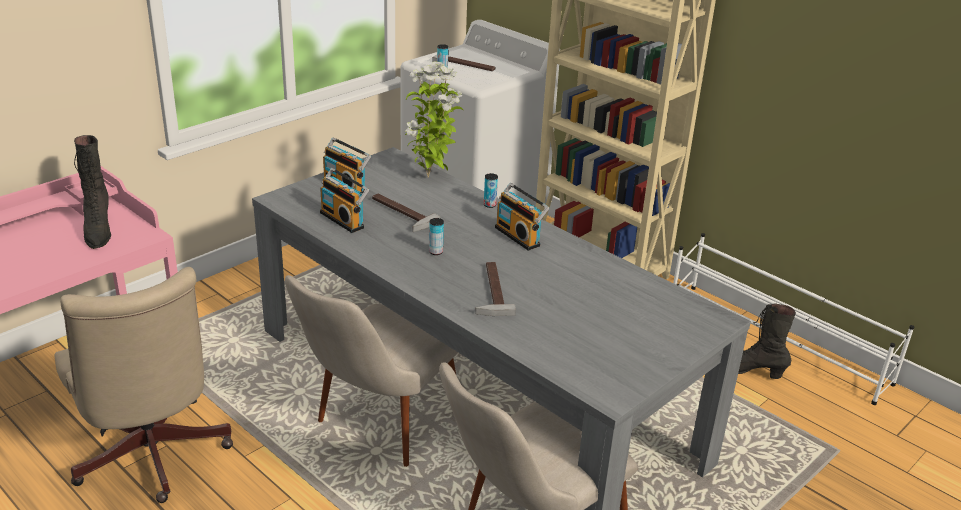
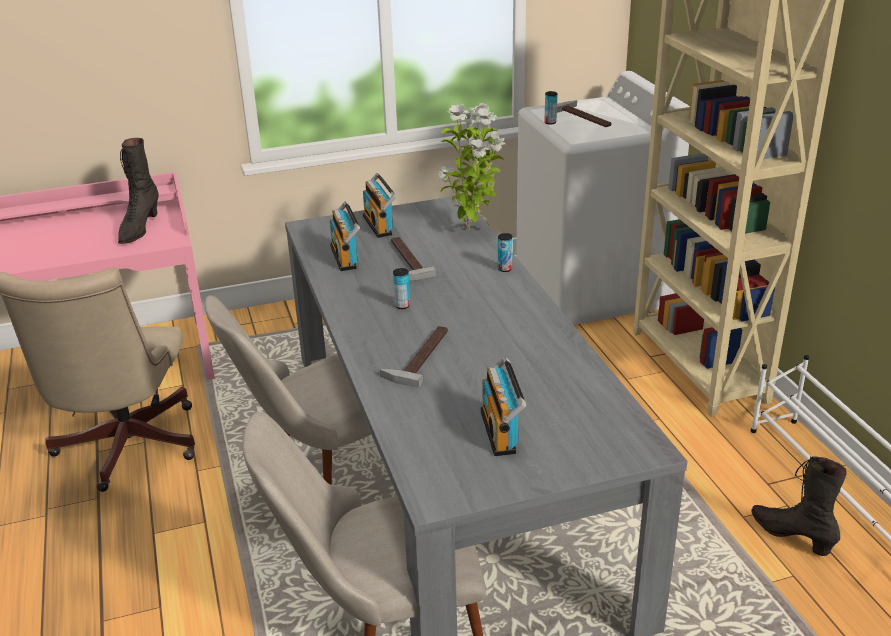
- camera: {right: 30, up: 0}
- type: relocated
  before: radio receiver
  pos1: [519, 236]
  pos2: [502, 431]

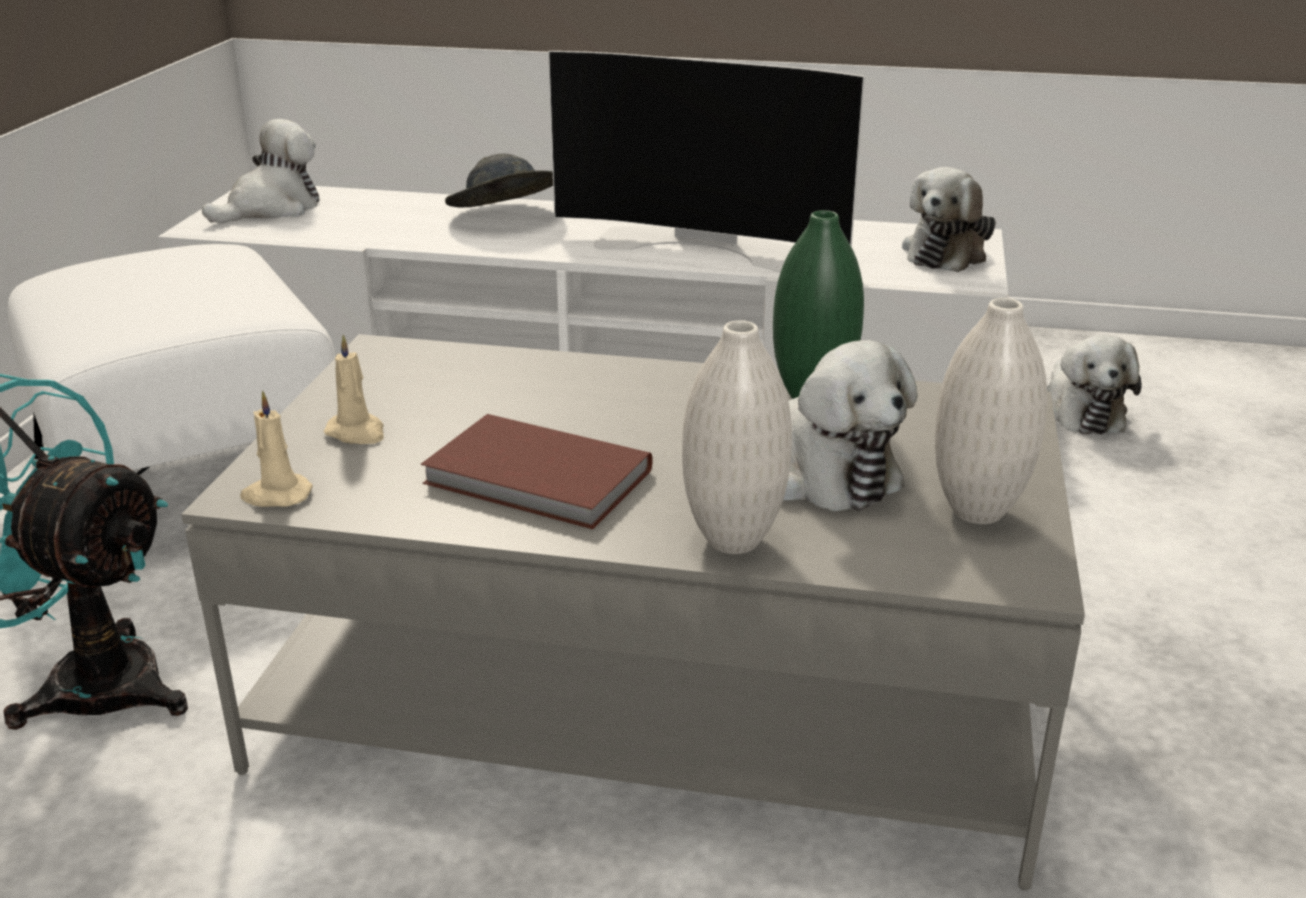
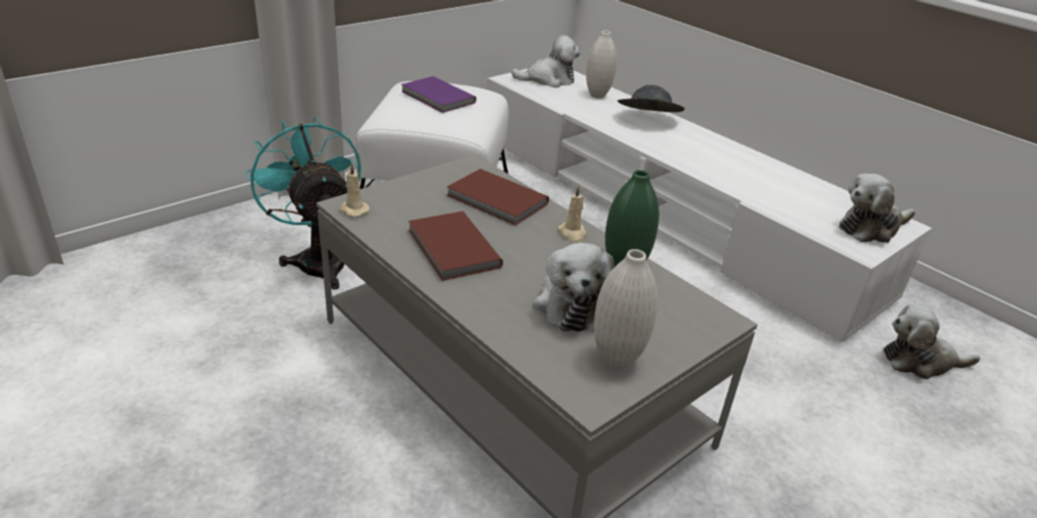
- camera: {right: 35, up: 5}
- type: missing
  before: TV set
  pos1: [705, 244]
- type: appeared
  after: purple-coloured bound book
  pos2: [437, 98]
- type: appeared
  after: brown-coloured bound book
  pos2: [496, 201]
- type: relocated
  before: beige candle
  pos1: [357, 433]
  pos2: [572, 233]
- type: relocated
  before: white-coloured decorative vase
  pos1: [733, 541]
  pos2: [597, 95]
- type: spun
  before: cuddly toy
  pos1: [1080, 411]
  pos2: [920, 361]
  turn: 60

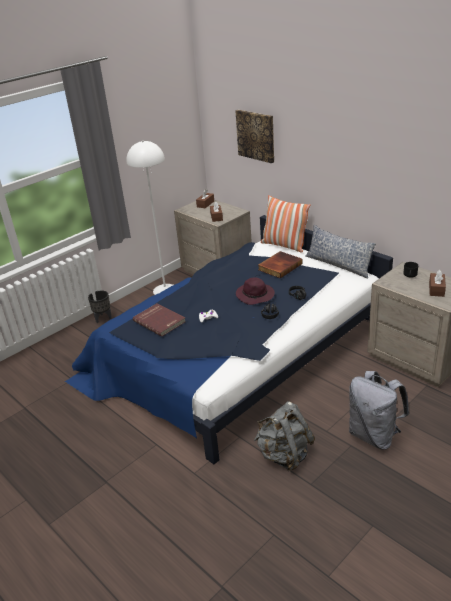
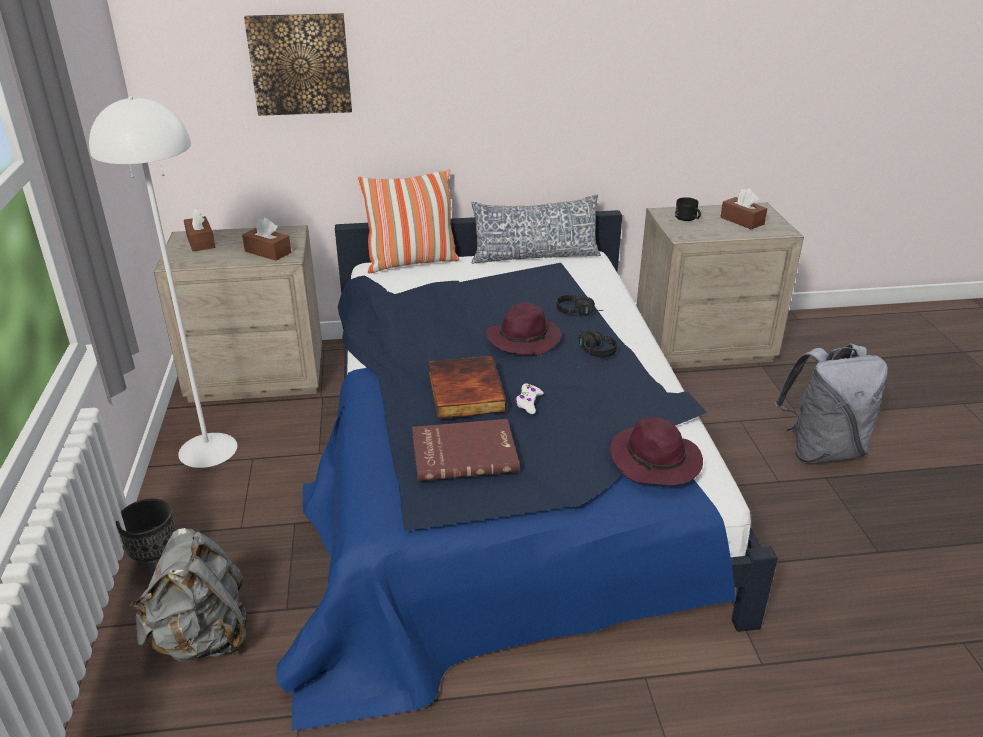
- camera: {right: -55, up: 0}
- type: appeared
  after: purple-coloured wearable hat
  pos2: [656, 461]
- type: relocated
  before: grey backpack
  pos1: [284, 455]
  pos2: [202, 638]
- type: relocated
  before: bound book
  pos1: [279, 266]
  pos2: [464, 391]

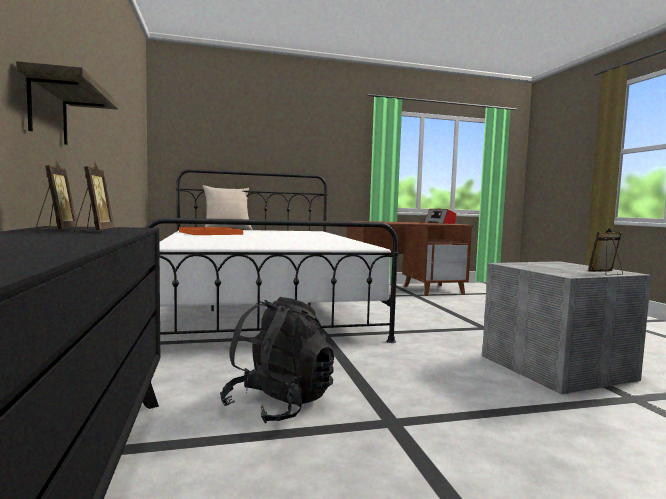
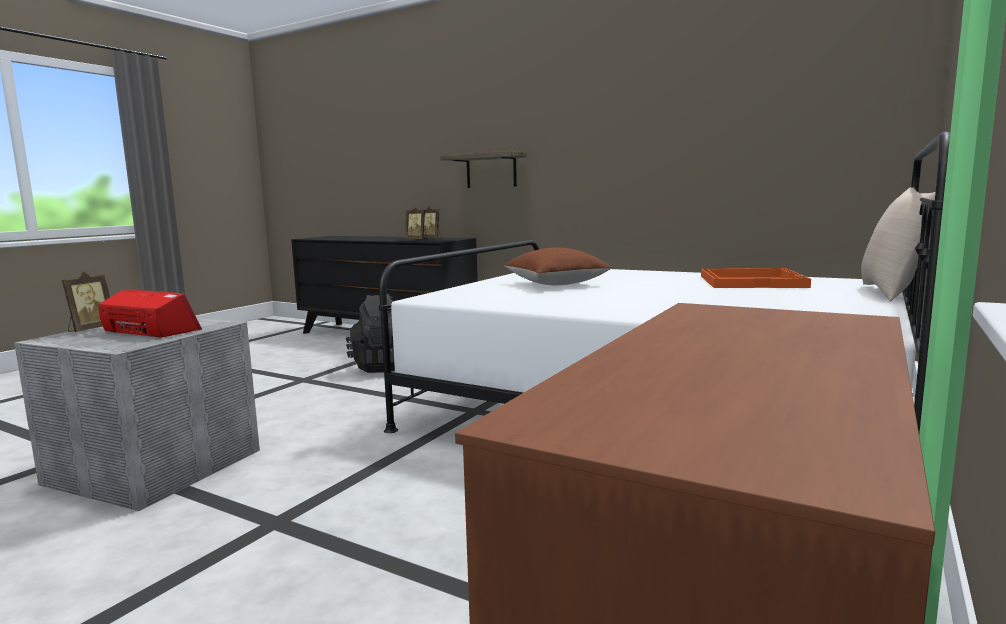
- camera: {right: 135, up: 5}
- type: appeared
  after: brown-coloured cushion
  pos2: [556, 284]
- type: relocated
  before: radio receiver
  pos1: [439, 223]
  pos2: [150, 331]

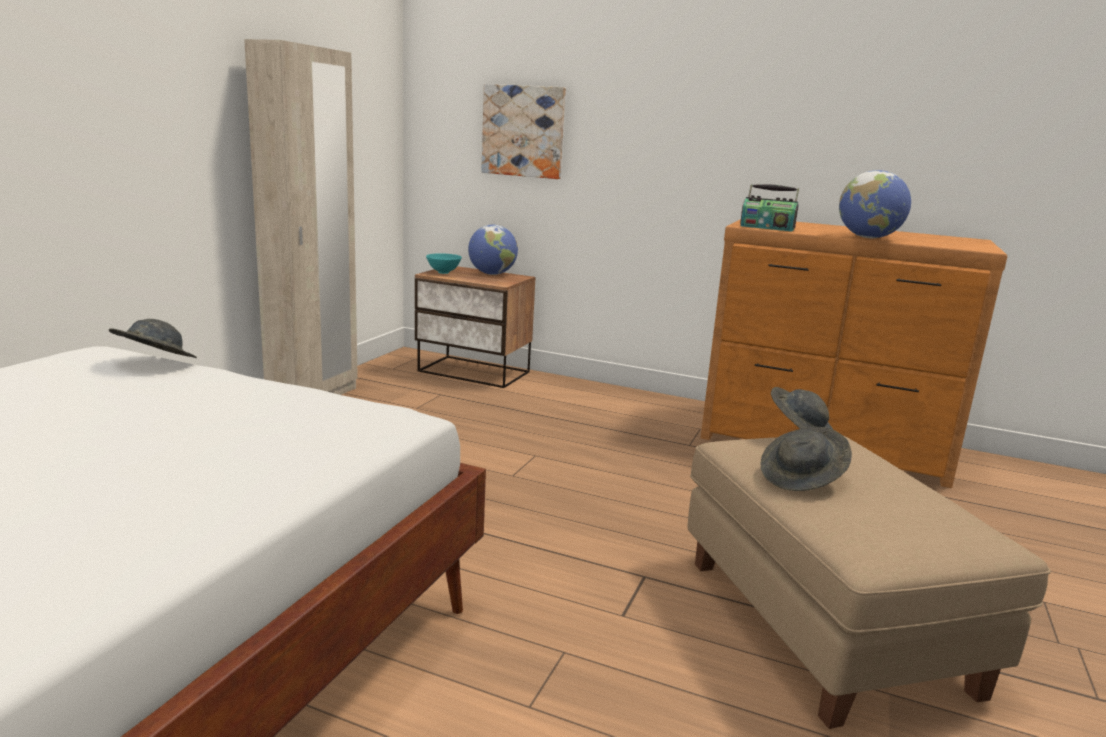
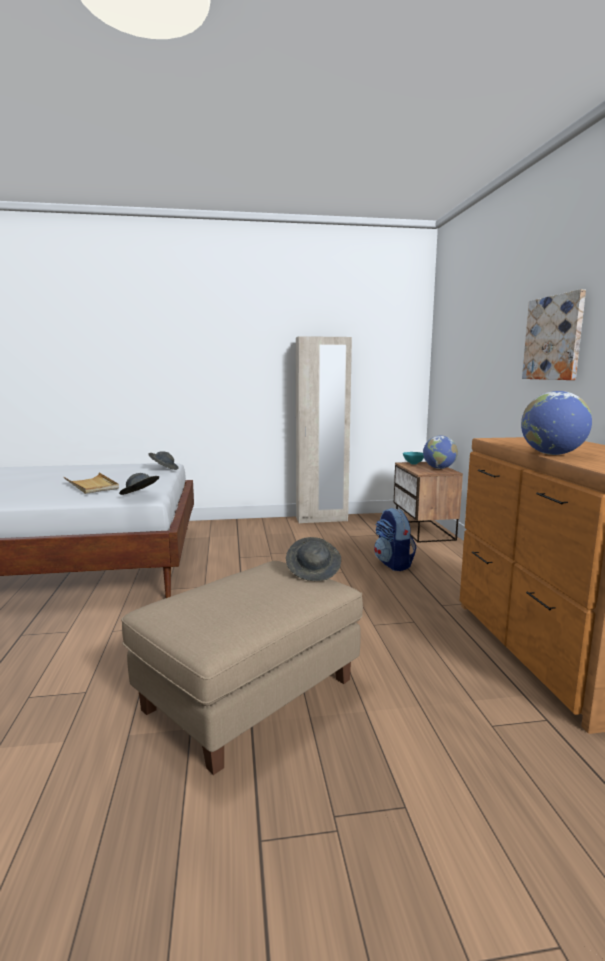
- camera: {right: 60, up: -5}
- type: missing
  before: radio receiver
  pos1: [767, 228]
- type: appeared
  after: beige carrying tray
  pos2: [92, 485]
- type: appeared
  after: backpack
  pos2: [393, 564]
- type: relocated
  before: picture
  pos1: [523, 131]
  pos2: [554, 338]
- type: relocated
  before: grey wearable hat
  pos1: [802, 478]
  pos2: [140, 495]

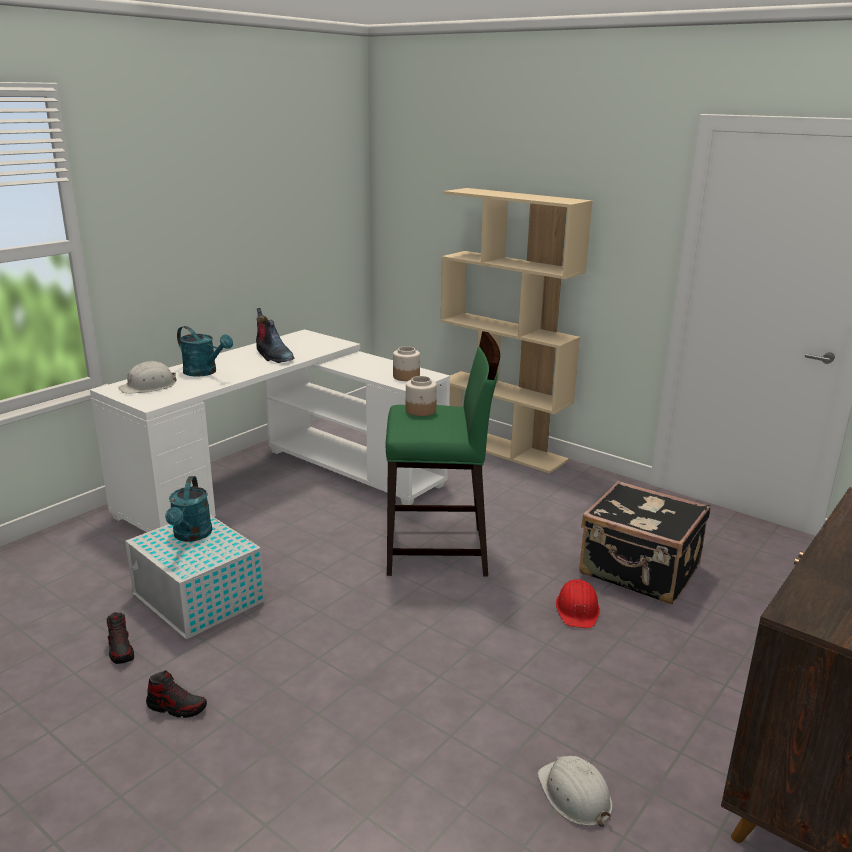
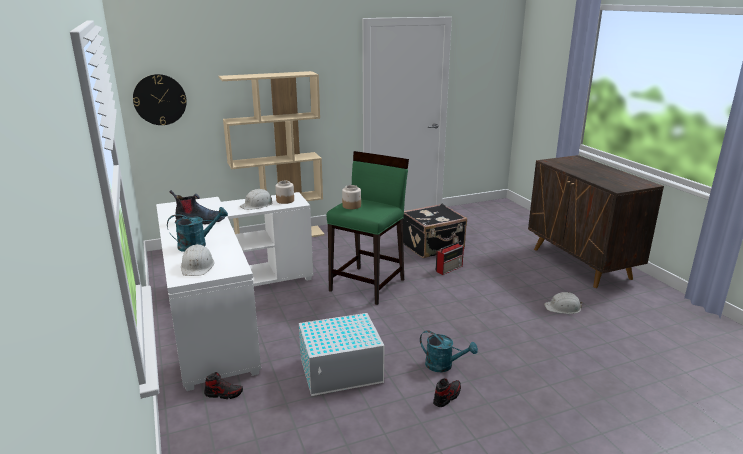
- camera: {right: -60, up: 0}
- type: appeared
  after: hanging clock
  pos2: [160, 99]
- type: appeared
  after: white-coloured hard hat
  pos2: [257, 205]
- type: relocated
  before: shoe
  pos1: [121, 650]
  pos2: [224, 393]
- type: relocated
  before: turquoise watering pot
  pos1: [191, 536]
  pos2: [444, 366]
- type: exchanged
  before: red hard hat
  after: radio receiver
  pos1: [577, 610]
  pos2: [449, 268]

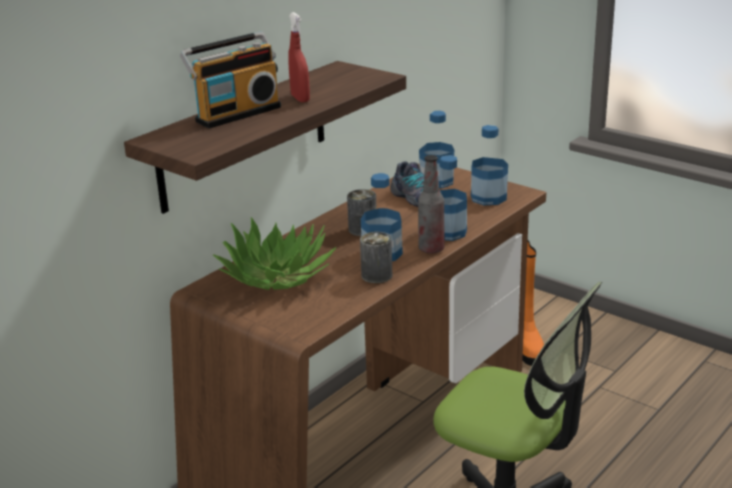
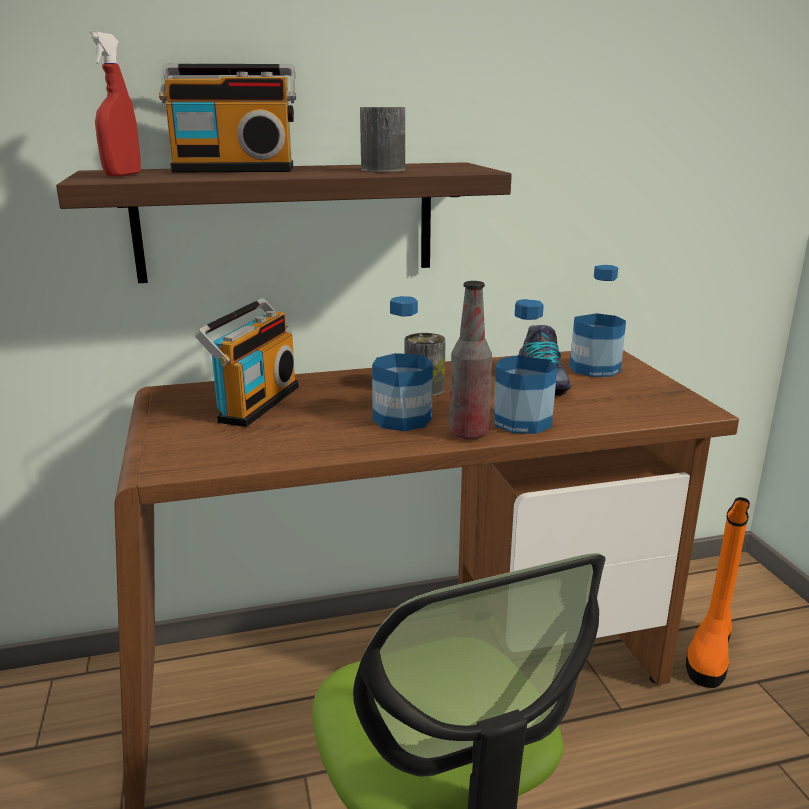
- camera: {right: 35, up: -5}
- type: missing
  before: bottle
  pos1: [488, 197]
- type: relocated
  before: red hand sprayer
  pos1: [300, 99]
  pos2: [123, 175]
- type: relocated
  before: can
  pos1: [376, 275]
  pos2: [383, 170]
- type: exchanged
  before: houseplant
  after: radio receiver
  pos1: [277, 275]
  pos2: [255, 403]

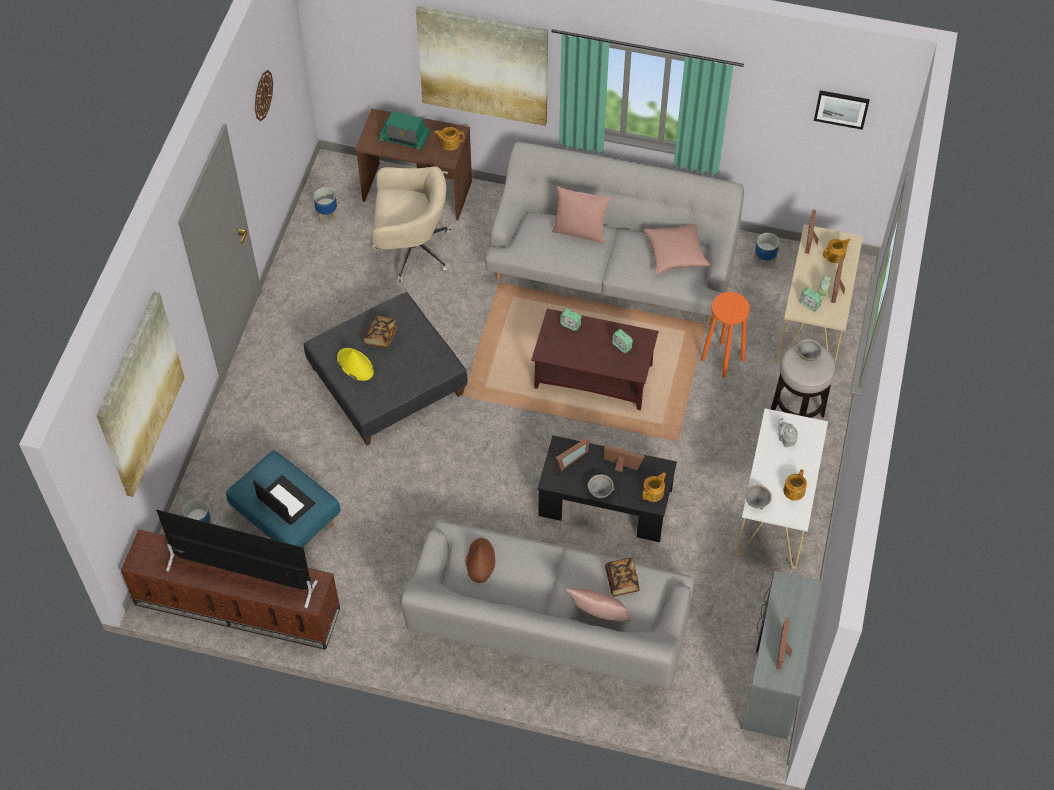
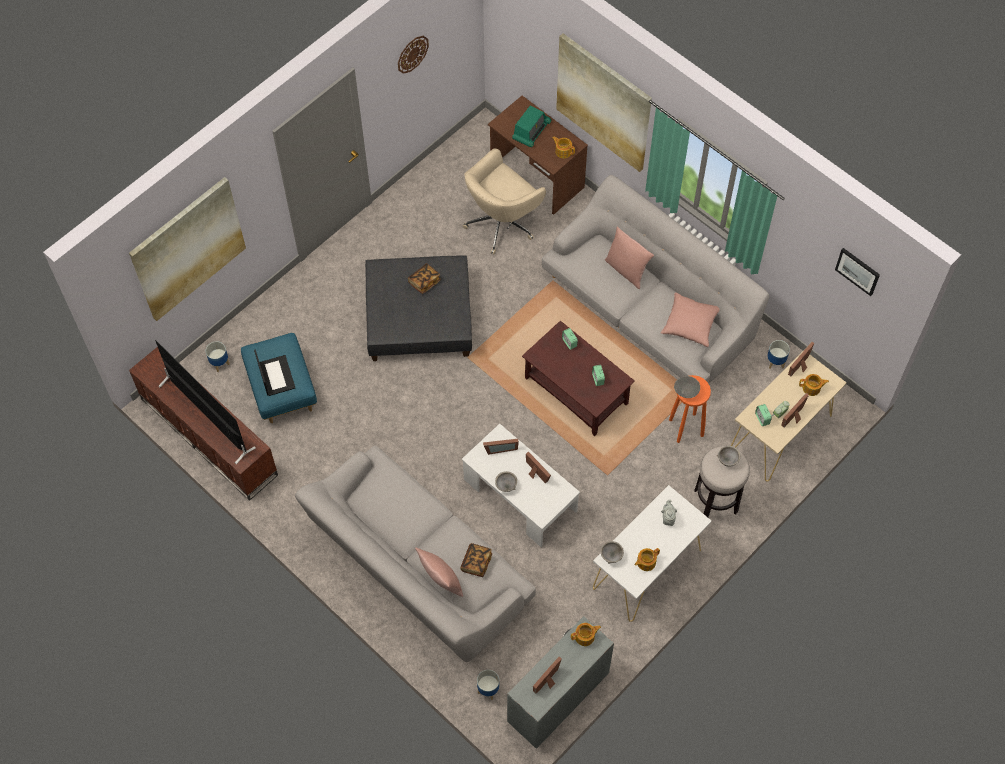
- camera: {right: 30, up: 5}
- type: missing
  before: yellow-coloured wearable hat
  pos1: [355, 365]
- type: missing
  before: brown-coloured wearable hat
  pos1: [480, 560]
- type: appeared
  after: grey serving bowl
  pos2: [686, 391]
- type: relocated
  before: planter
  pos1: [327, 214]
  pos2: [488, 689]
- type: relocated
  before: pot for tea
  pos1: [653, 492]
  pos2: [585, 637]
- type: colour
  before: blackish coffee table
  after: white-coloured coffee table
  pos1: [605, 503]
  pos2: [520, 495]
- type: spun
  before: beige desk chair
  pos1: [411, 250]
  pos2: [502, 222]
  turn: 105
- type: spun
  before: radio receiver
  pos1: [404, 138]
  pos2: [531, 131]
  turn: -105

